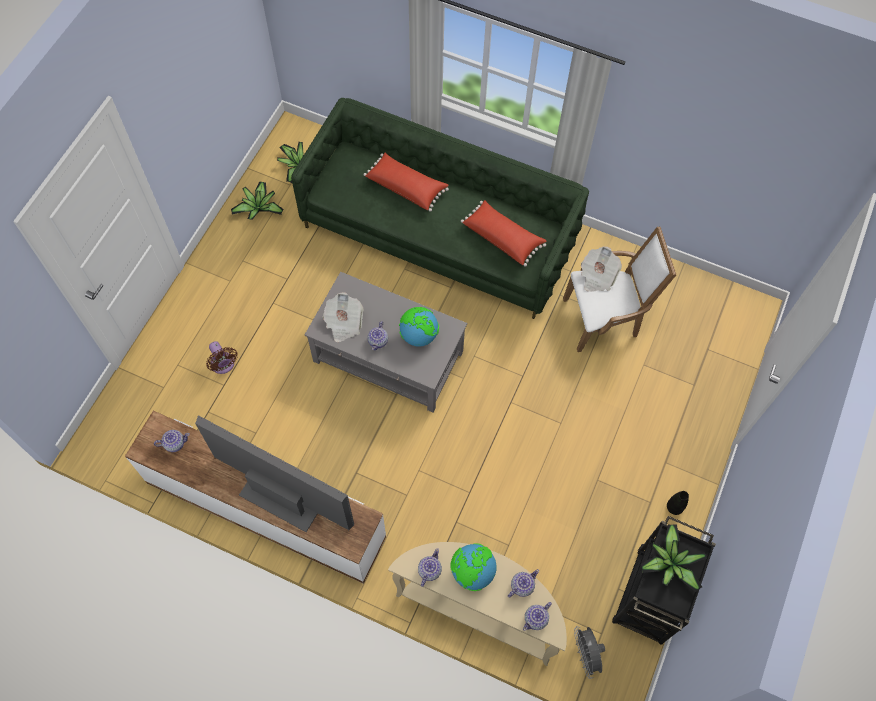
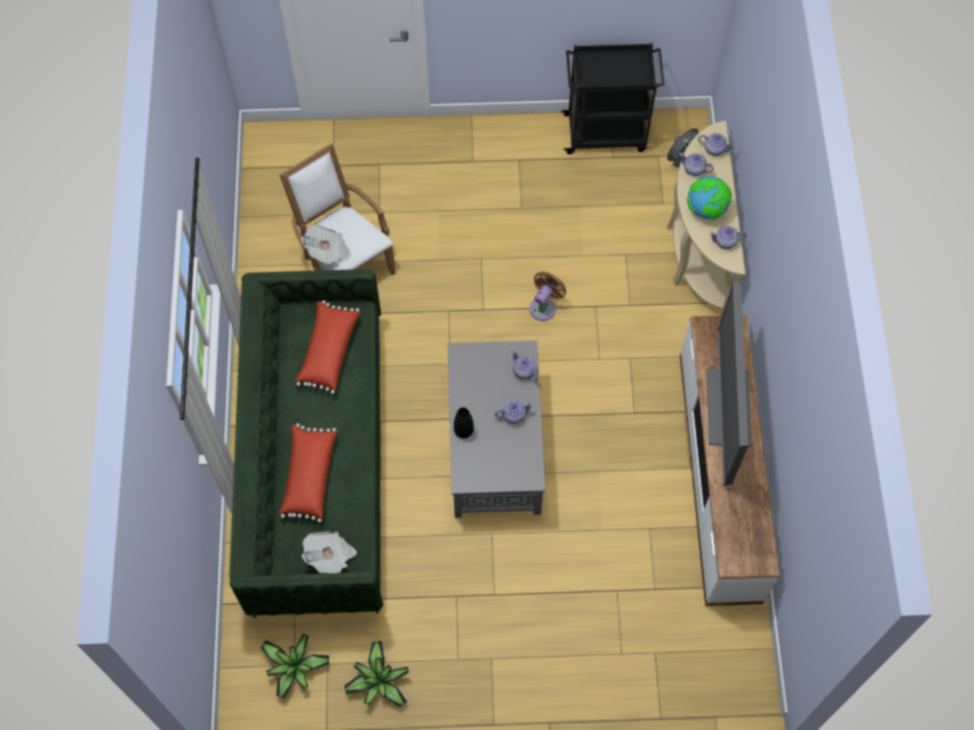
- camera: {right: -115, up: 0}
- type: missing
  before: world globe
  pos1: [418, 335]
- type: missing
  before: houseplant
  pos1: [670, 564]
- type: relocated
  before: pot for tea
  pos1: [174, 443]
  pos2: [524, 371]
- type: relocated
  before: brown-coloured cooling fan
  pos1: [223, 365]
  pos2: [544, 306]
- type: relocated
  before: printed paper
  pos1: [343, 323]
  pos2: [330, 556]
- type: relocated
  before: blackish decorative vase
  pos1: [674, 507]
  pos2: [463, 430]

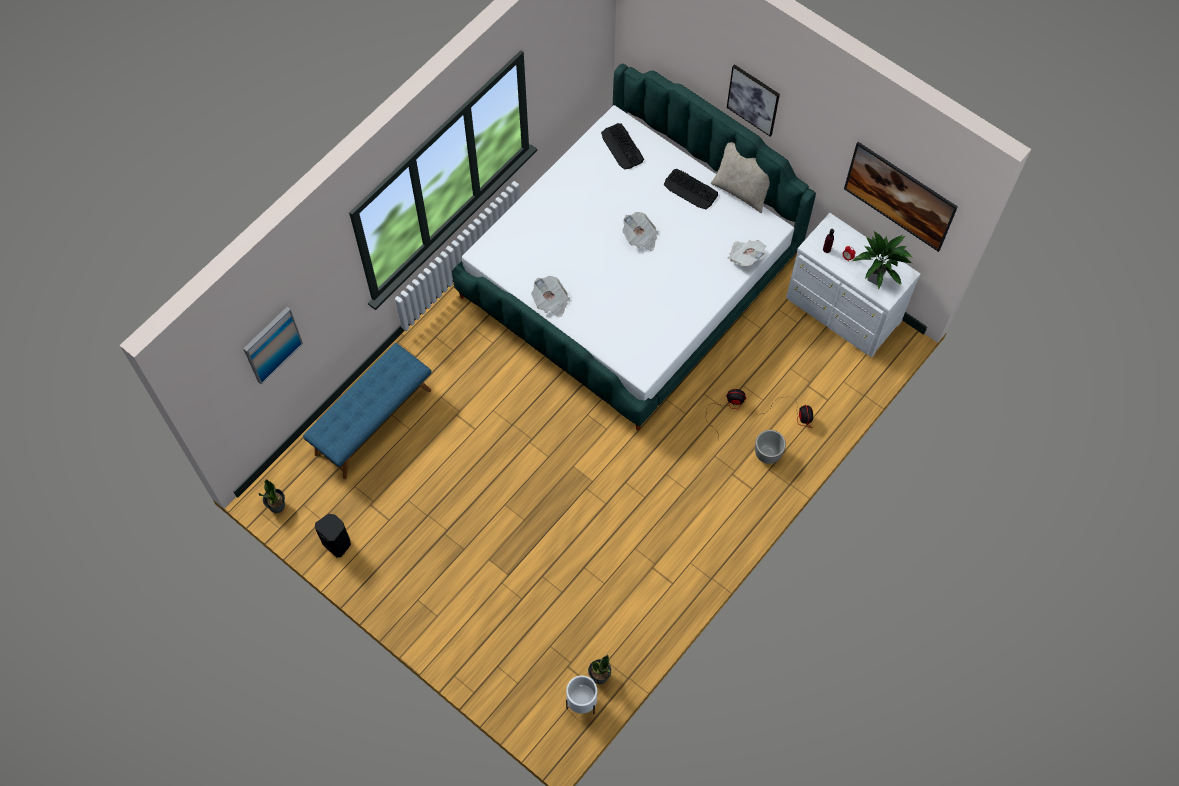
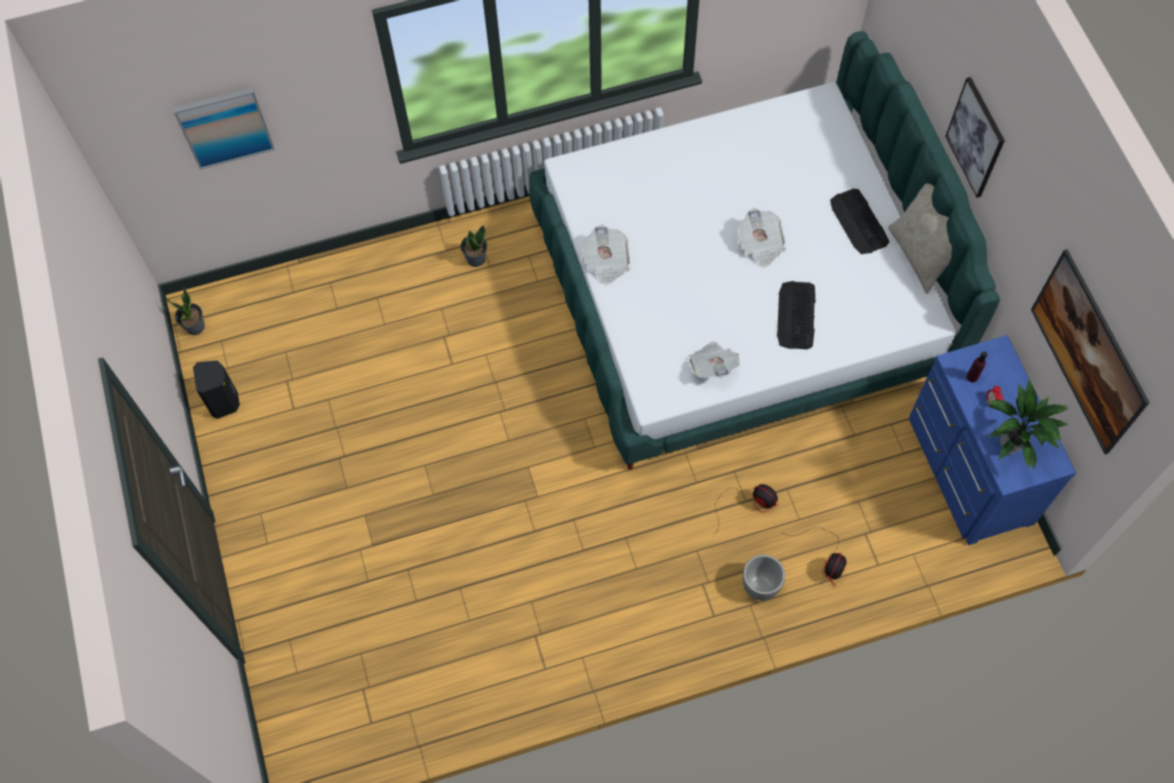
- camera: {right: 35, up: 0}
- type: missing
  before: bluish long seat
  pos1: [373, 421]
- type: missing
  before: white-coloured planter
  pos1: [581, 703]
- type: relocated
  before: houseplant
  pos1: [599, 676]
  pos2: [475, 258]
- type: relocated
  before: PC keyboard
  pos1: [622, 147]
  pos2: [796, 316]
- type: relocated
  before: printed paper
  pos1: [745, 257]
  pos2: [713, 366]
- type: colour
  before: white-coloured drawer chest
  after: bluish drawer chest
  pos1: [842, 312]
  pos2: [967, 471]

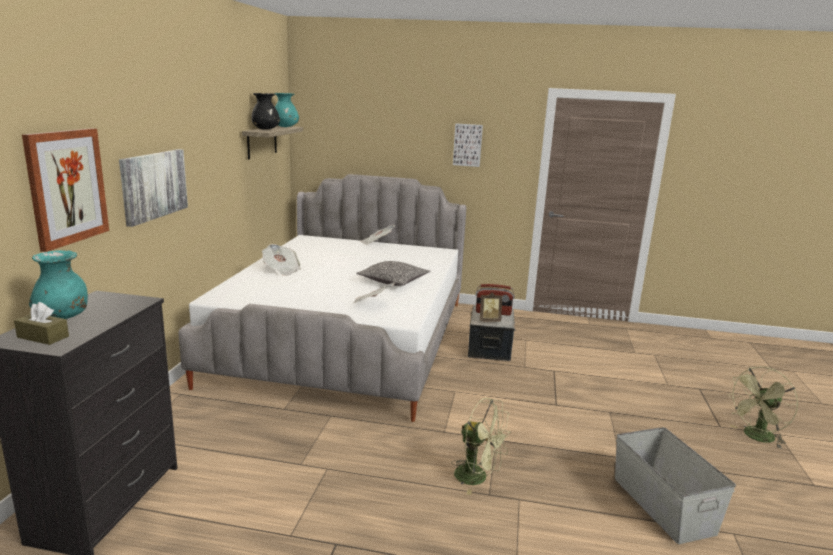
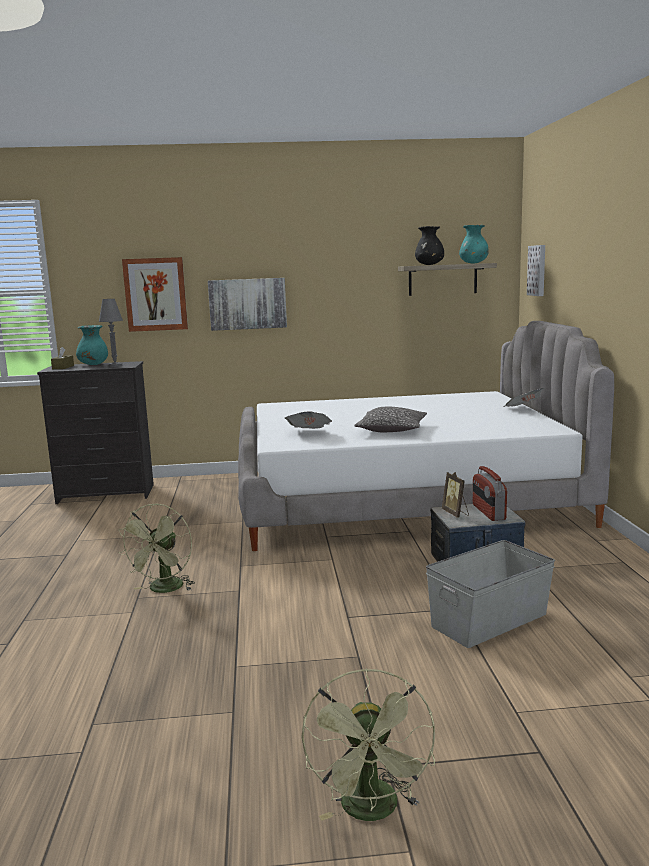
- camera: {right: 75, up: -5}
- type: missing
  before: printed paper
  pos1: [281, 270]
- type: appeared
  after: grey tabletop lamp
  pos2: [115, 366]
- type: relocated
  before: picture
  pos1: [467, 145]
  pos2: [538, 270]
- type: relocated
  before: grey storage box
  pos1: [662, 505]
  pos2: [488, 620]
- type: spun
  before: greenish cooling fan
  pos1: [756, 437]
  pos2: [373, 811]
  turn: -135

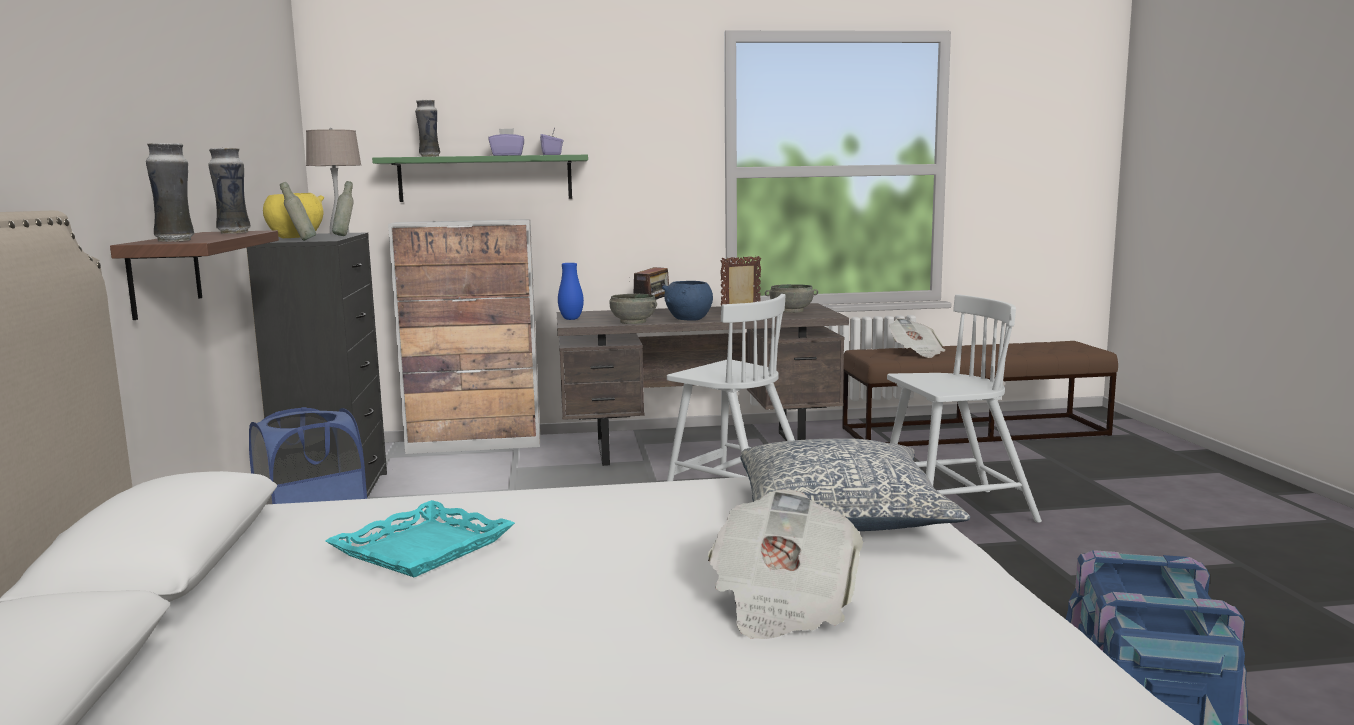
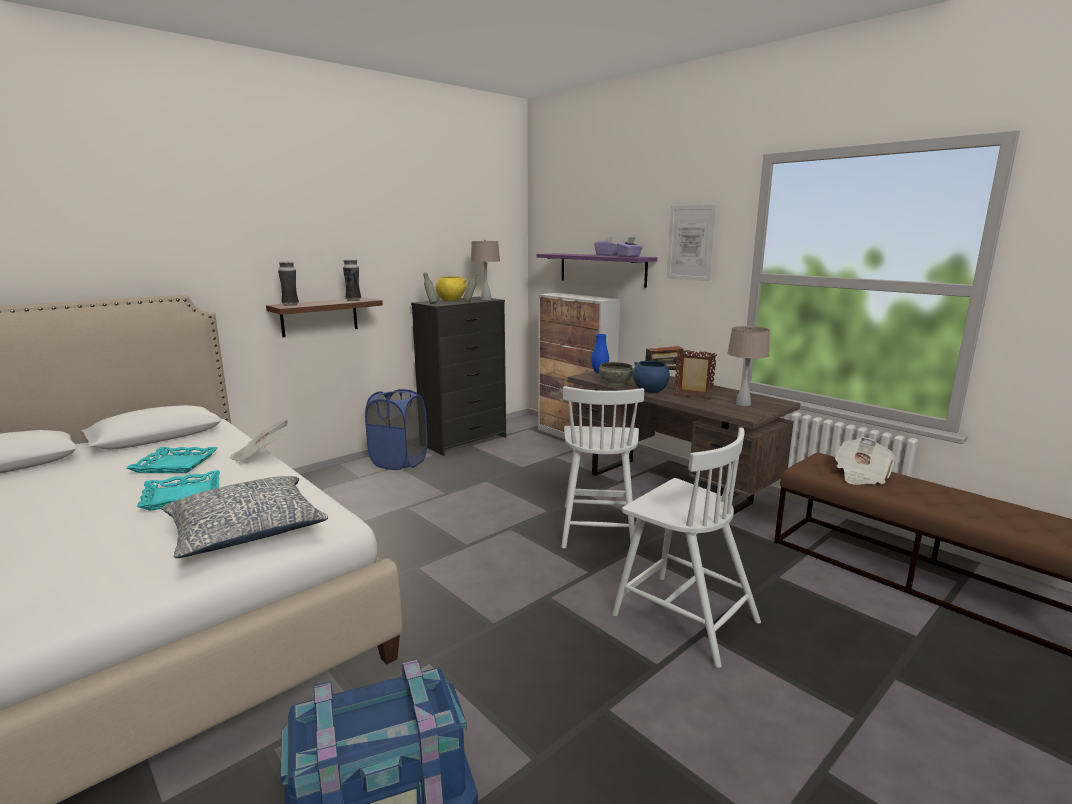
- camera: {right: 55, up: 5}
- type: missing
  before: decorative vase
  pos1: [429, 156]
- type: appeared
  after: turquoise carrying tray
  pos2: [183, 495]
- type: appeared
  after: picture
  pos2: [690, 243]
- type: relocated
  before: printed paper
  pos1: [782, 603]
  pos2: [261, 456]
- type: exchanged
  before: grey serving bowl
  after: beige tabletop lamp
  pos1: [791, 311]
  pos2: [742, 404]
- type: colour
  before: greenish wall shelf
  after: purple-coloured wall shelf
  pos1: [485, 178]
  pos2: [602, 269]

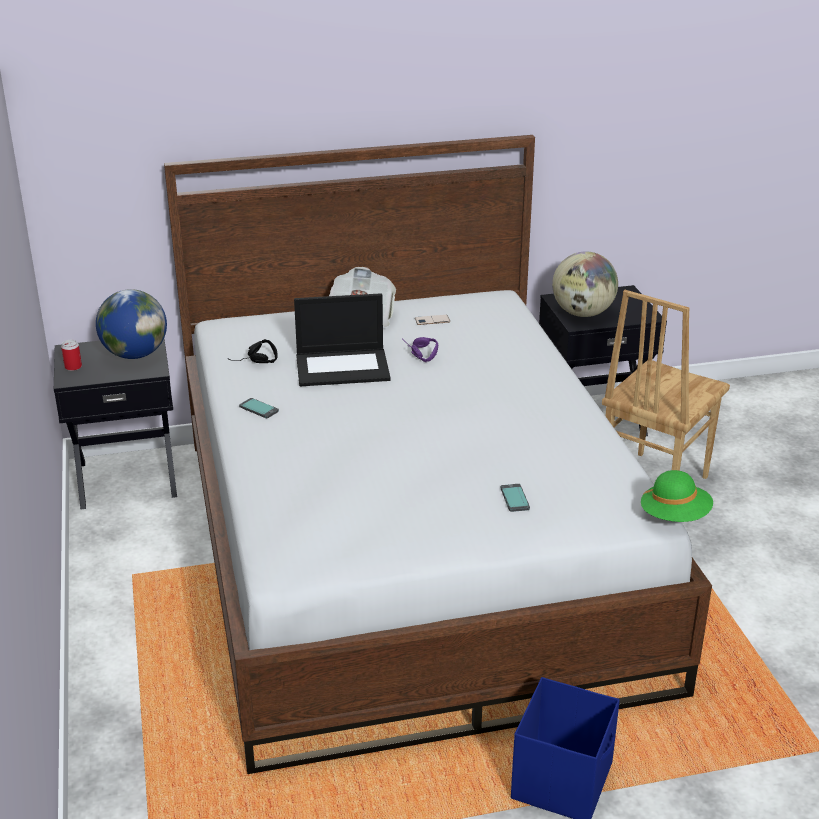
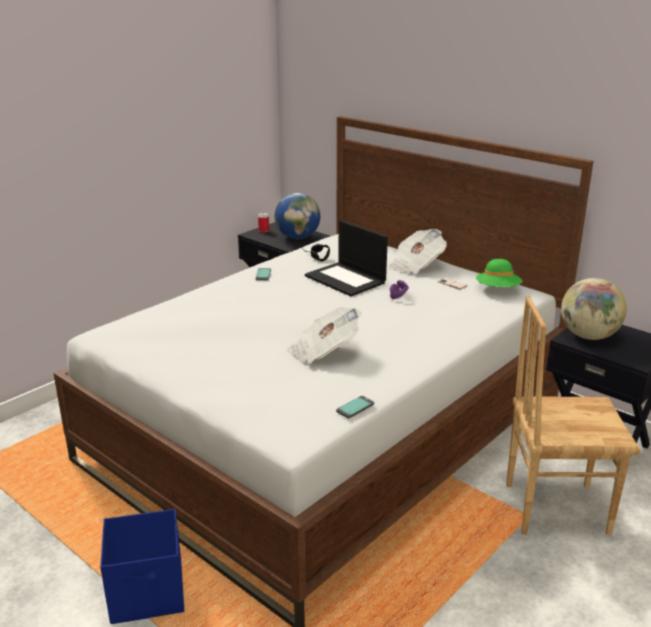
- camera: {right: 55, up: -5}
- type: appeared
  after: printed paper
  pos2: [323, 351]
- type: relocated
  before: handset
  pos1: [514, 498]
  pos2: [355, 407]
- type: relocated
  before: greenish wearable hat
  pos1: [675, 516]
  pos2: [498, 290]

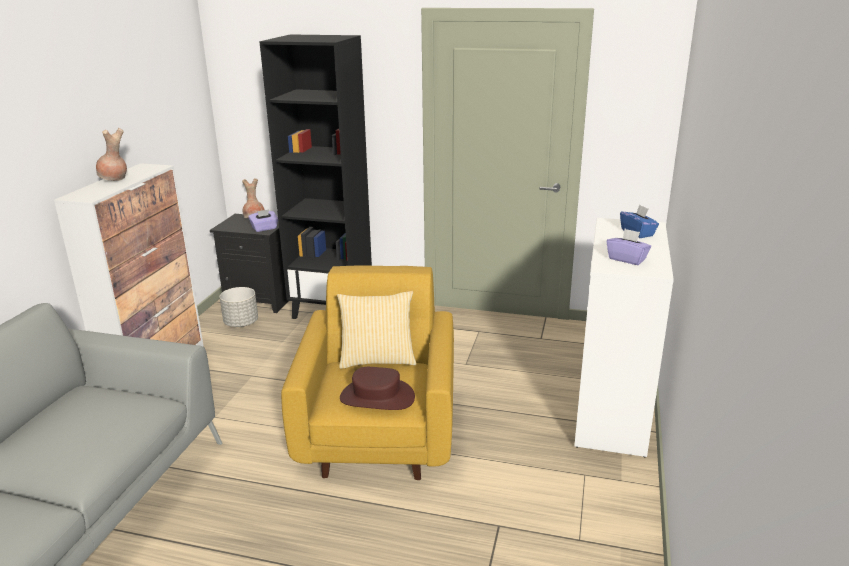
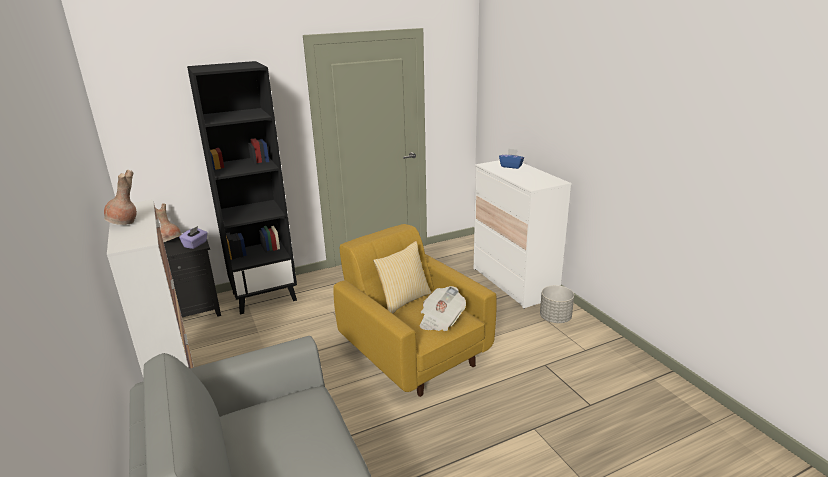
- camera: {right: -40, up: 0}
- type: missing
  before: purple-coloured box of tissues
  pos1: [627, 259]
- type: relocated
  before: grey planter
  pos1: [241, 323]
  pos2: [555, 318]
- type: exchanged
  before: brown-coloured wearable hat
  after: printed paper
  pos1: [377, 397]
  pos2: [440, 320]

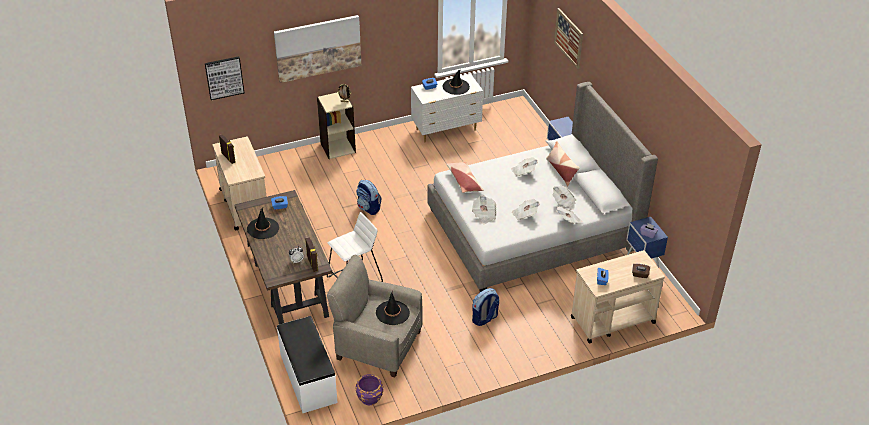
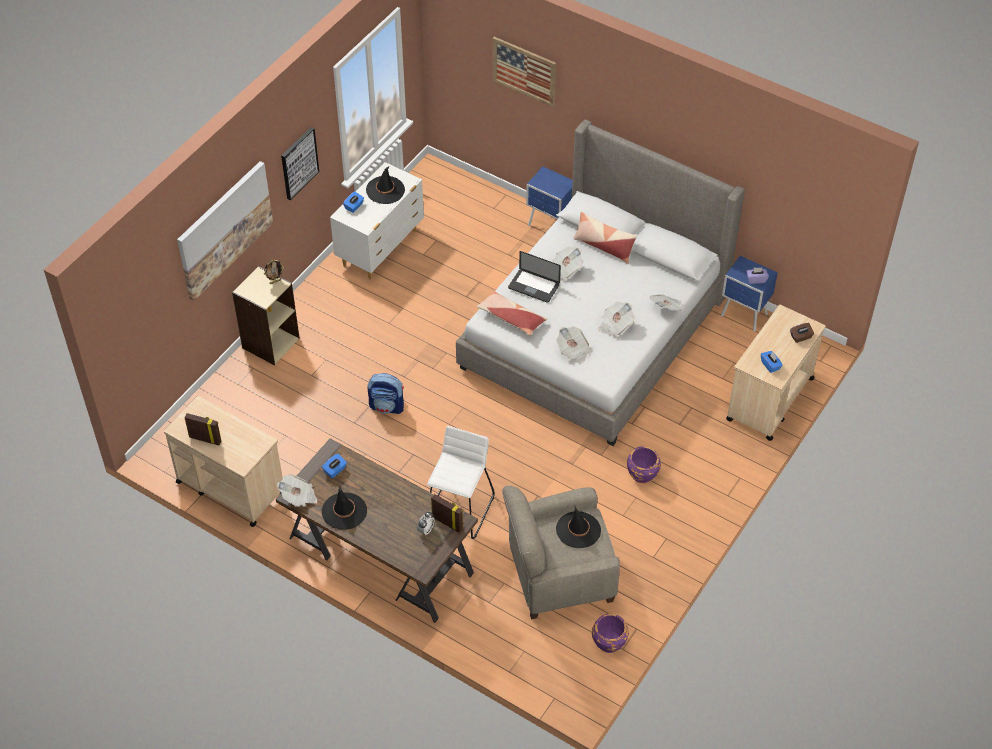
- camera: {right: -35, up: 10}
- type: missing
  before: white-coloured long seat
  pos1: [307, 378]
- type: appeared
  after: portable computer
  pos2: [533, 286]
- type: relocated
  before: picture
  pos1: [224, 77]
  pos2: [299, 163]
- type: relocated
  before: printed paper
  pos1: [564, 203]
  pos2: [299, 497]
- type: exchanged
  before: backpack
  after: purple-coloured planter
  pos1: [484, 318]
  pos2: [642, 474]

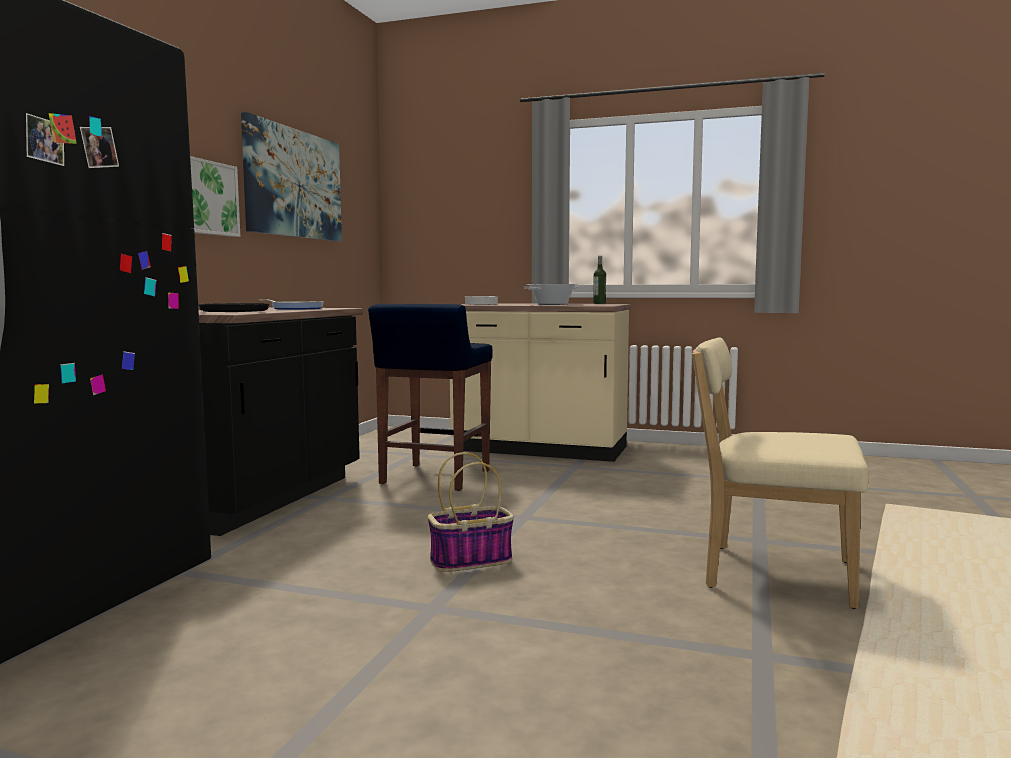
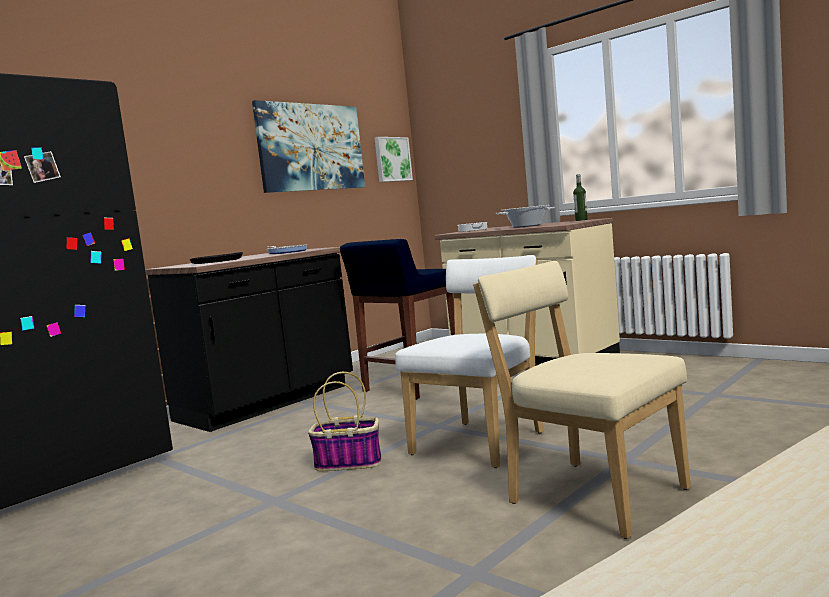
- camera: {right: 25, up: 0}
- type: appeared
  after: white-coloured upright chair
  pos2: [482, 441]
- type: relocated
  before: picture
  pos1: [208, 198]
  pos2: [392, 159]

